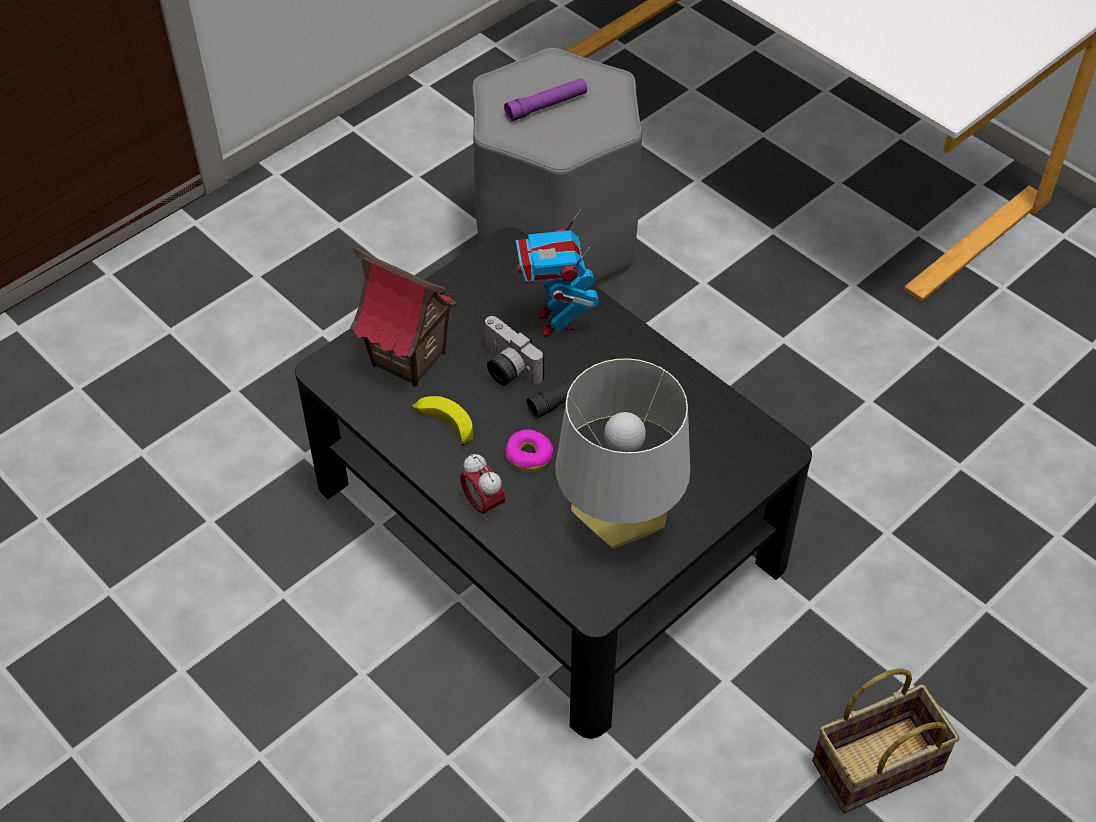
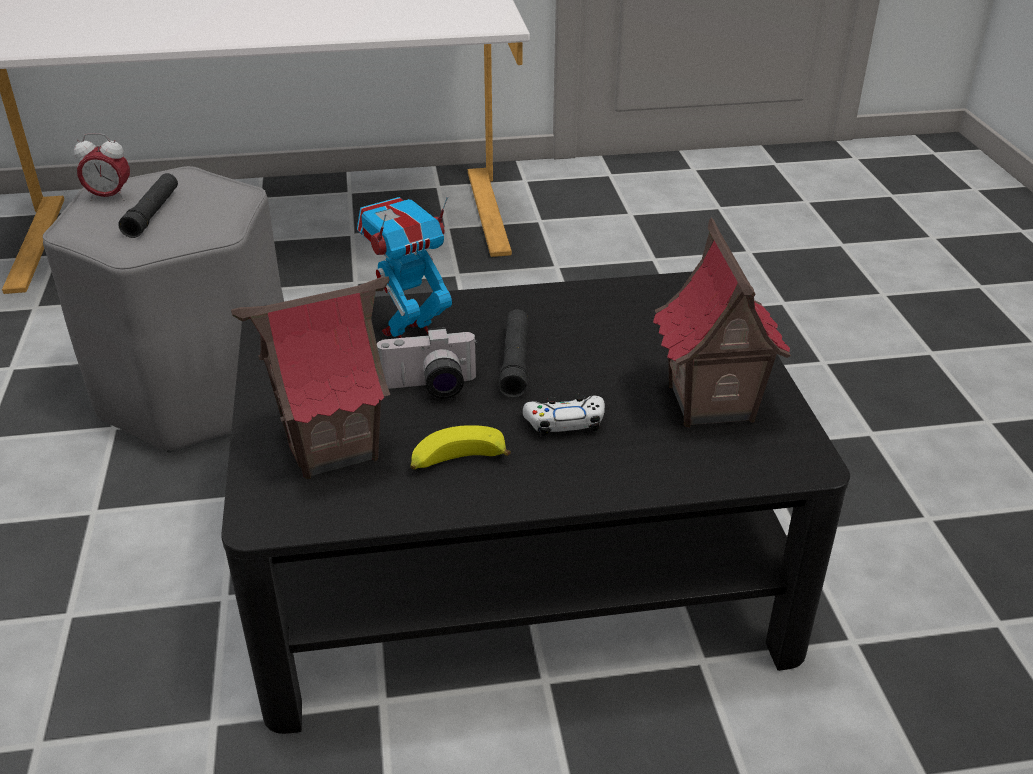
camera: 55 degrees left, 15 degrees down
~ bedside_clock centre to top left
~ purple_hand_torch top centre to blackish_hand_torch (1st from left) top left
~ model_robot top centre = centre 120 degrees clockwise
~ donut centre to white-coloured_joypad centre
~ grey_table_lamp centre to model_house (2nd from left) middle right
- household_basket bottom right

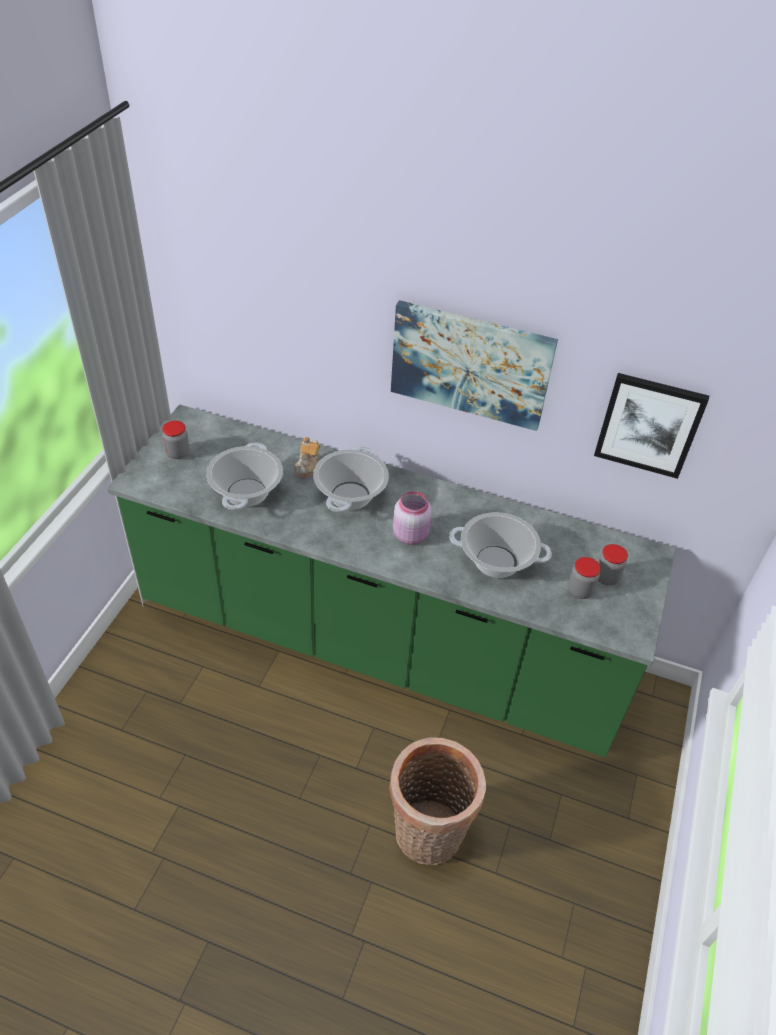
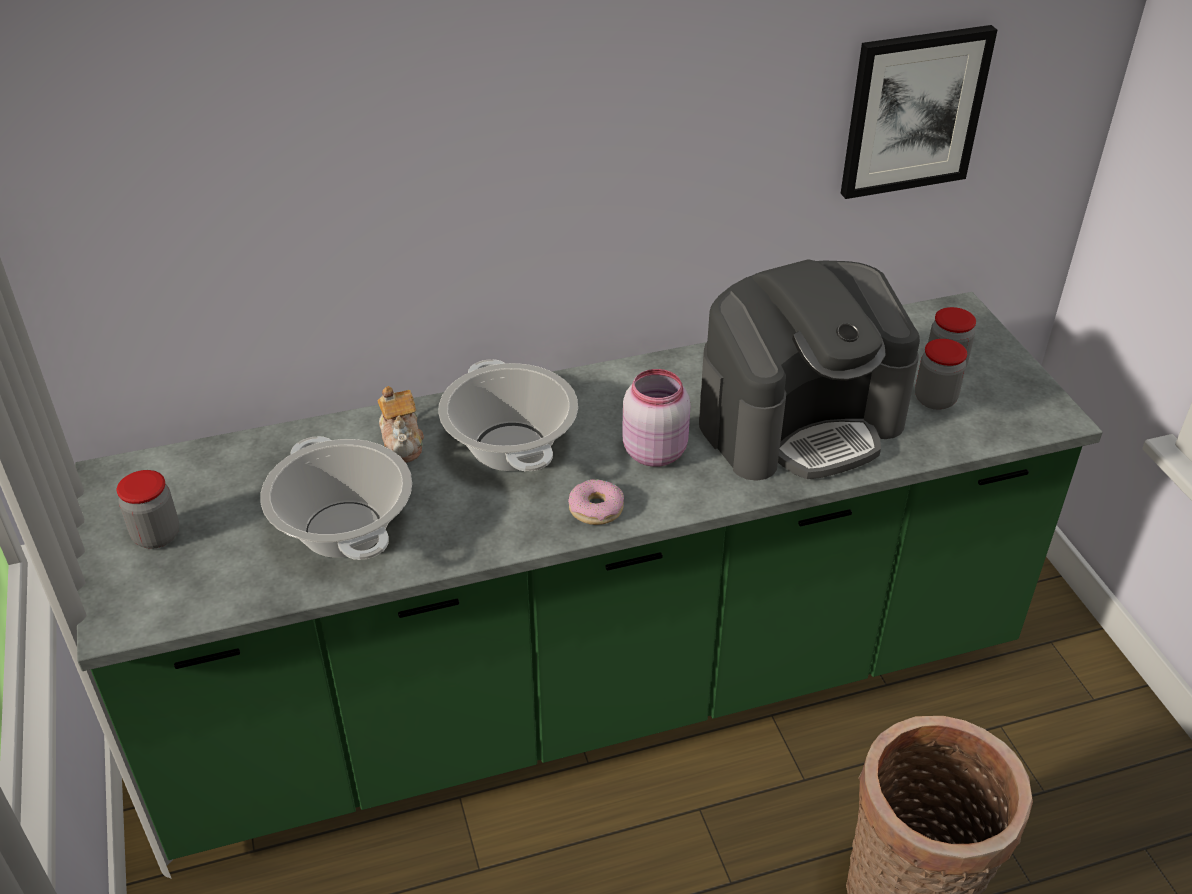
camera: 35 degrees left, 5 degrees down
+ donut centre
~ stockpot (3rd from left) centre to coffee_maker middle right
- wall_picture (1st from left) centre

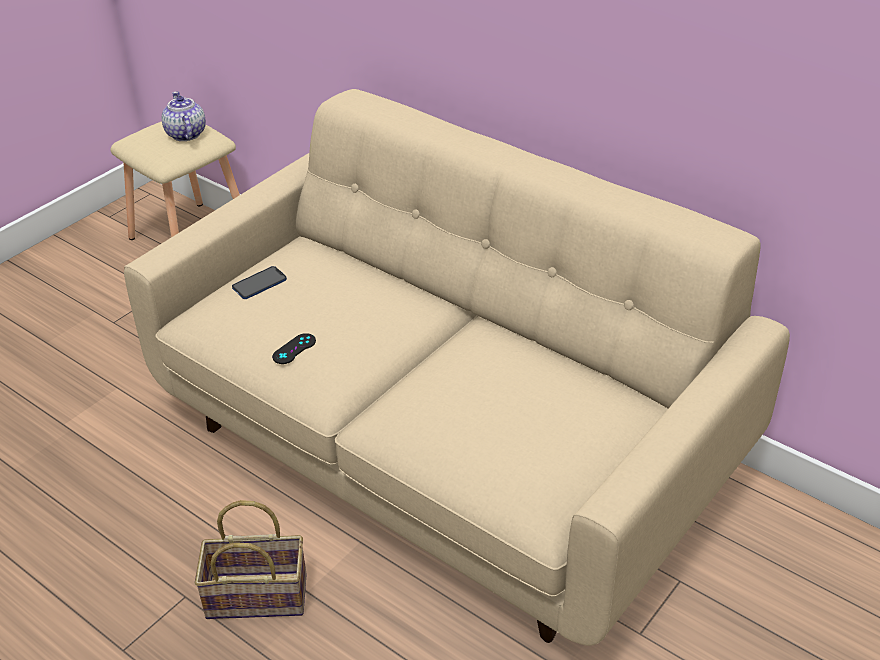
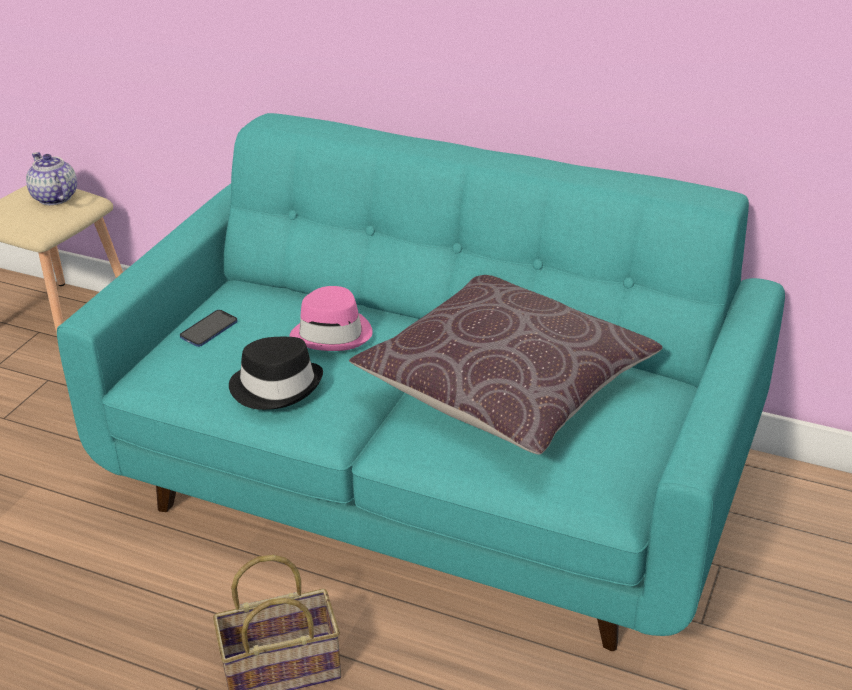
camera: 15 degrees left, 5 degrees down
~ beige_sofa centre to blue-green_sofa centre
~ blackish_joypad centre to blackish_clothing_hat middle left
+ pink-coloured_clothing_hat centre
+ brown-coloured_cushion centre

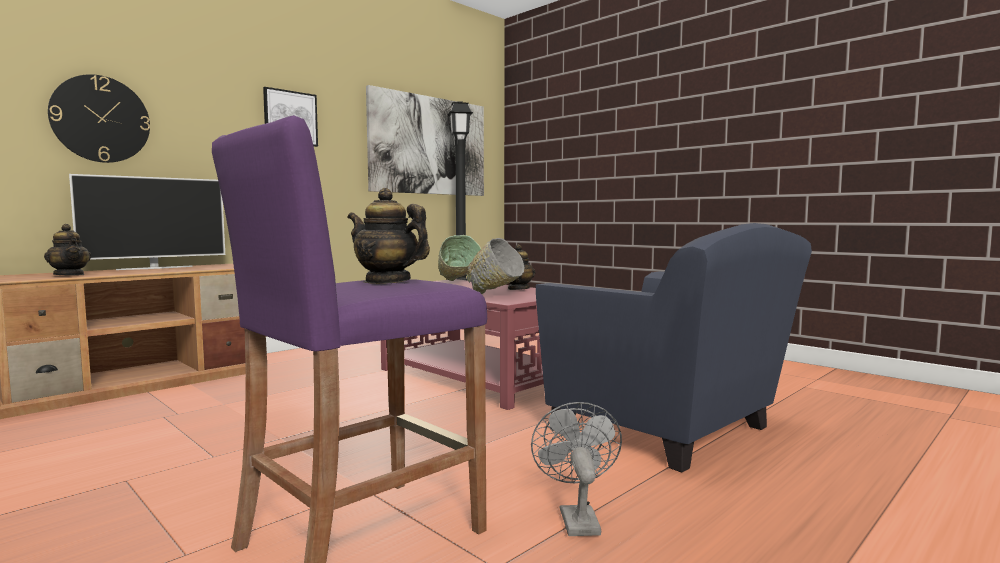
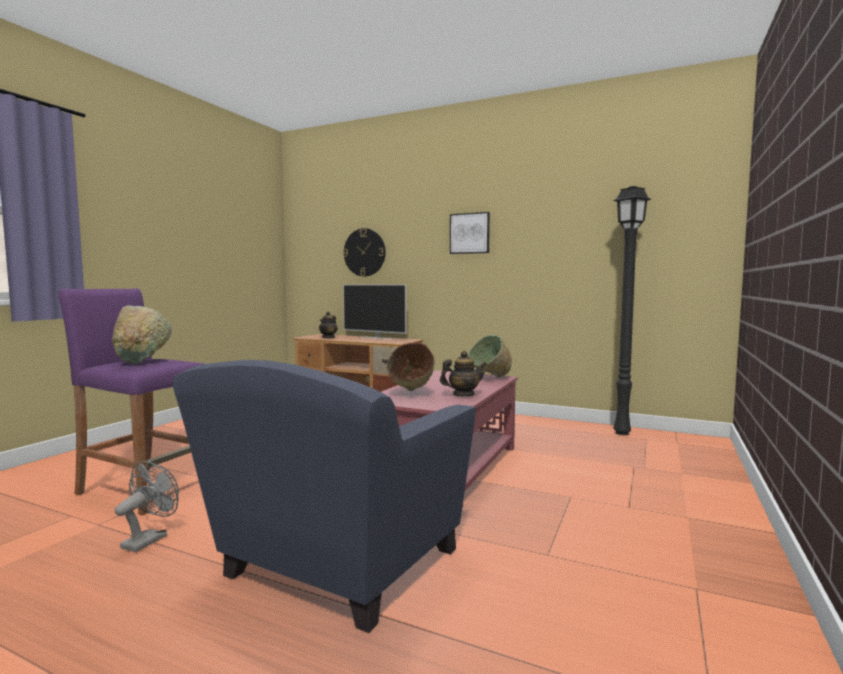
camera: 70 degrees right, 0 degrees up
~ tea_pot (2nd from left) centre to greenish_deep_dish (1st from left) middle left
~ grey_electric_fan bottom centre = bottom left 45 degrees counterclockwise
~ grey_deep_dish centre to brown-coloured_deep_dish centre
- wall_picture (2nd from left) top centre

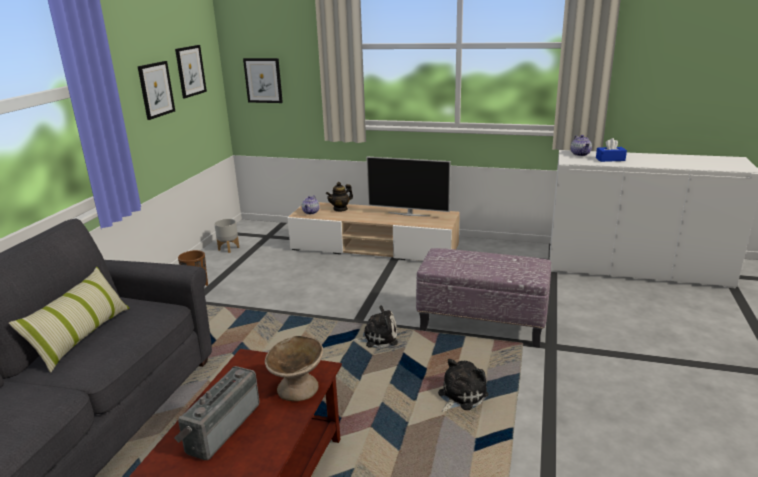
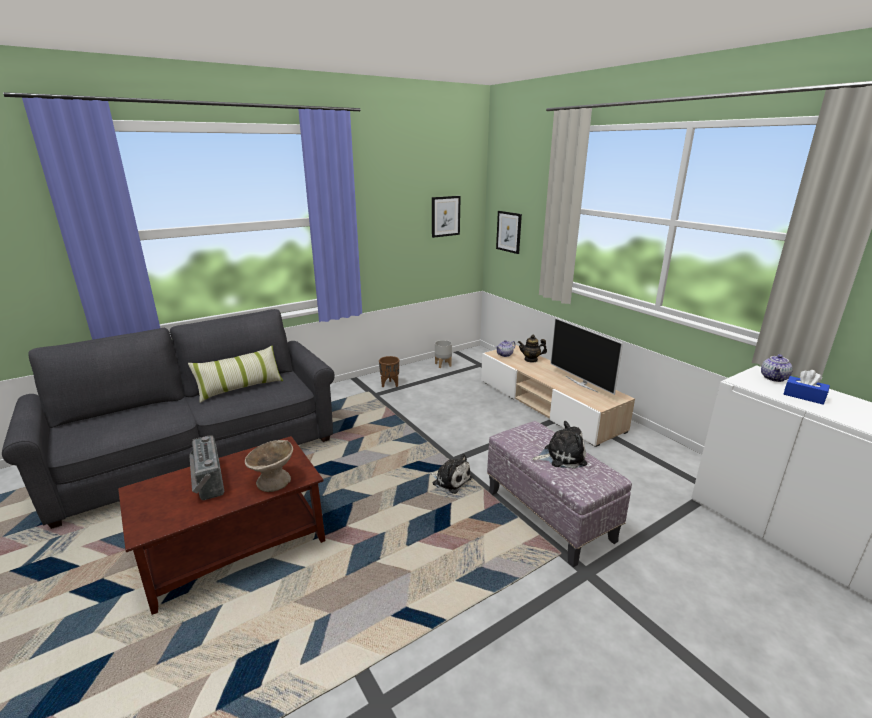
camera: 40 degrees right, 0 degrees up
~ radio_receiver bottom left = middle left 90 degrees counterclockwise
~ cuddly_toy (2nd from left) bottom centre to centre
- wall_picture (1st from left) top left

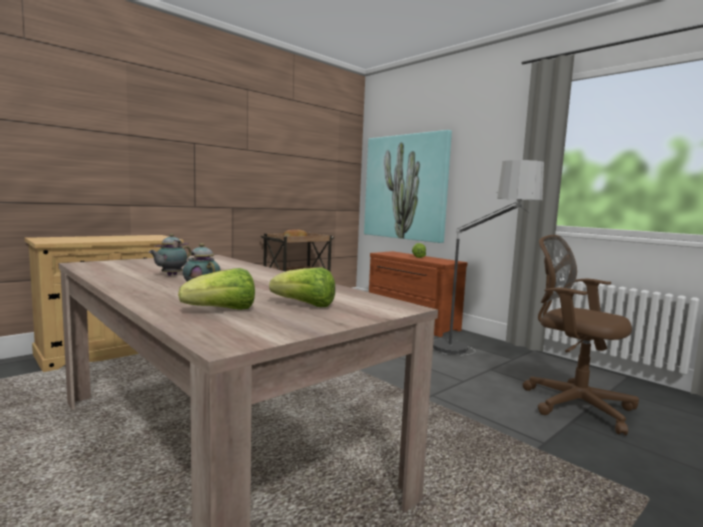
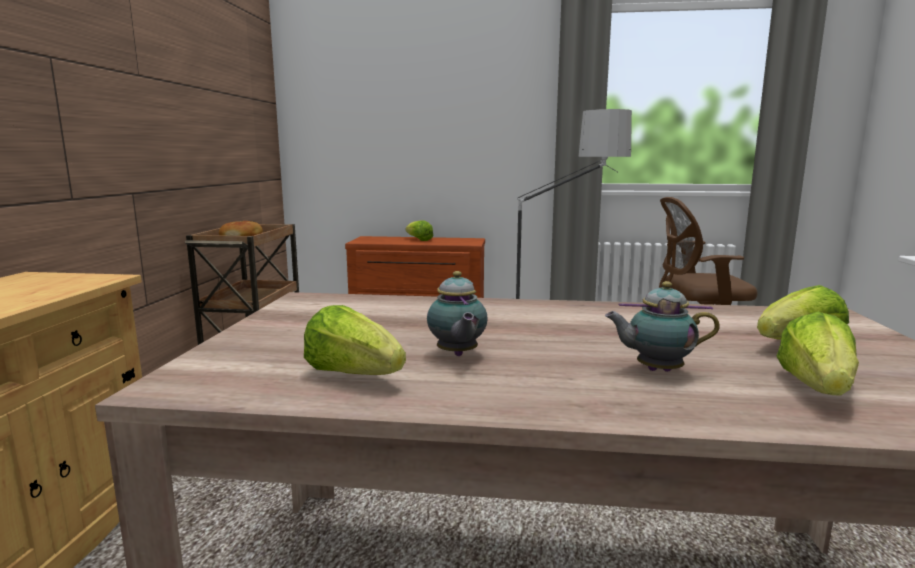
camera: 40 degrees left, 5 degrees up
+ lettuce_head (1st from left) centre
- wall_picture centre

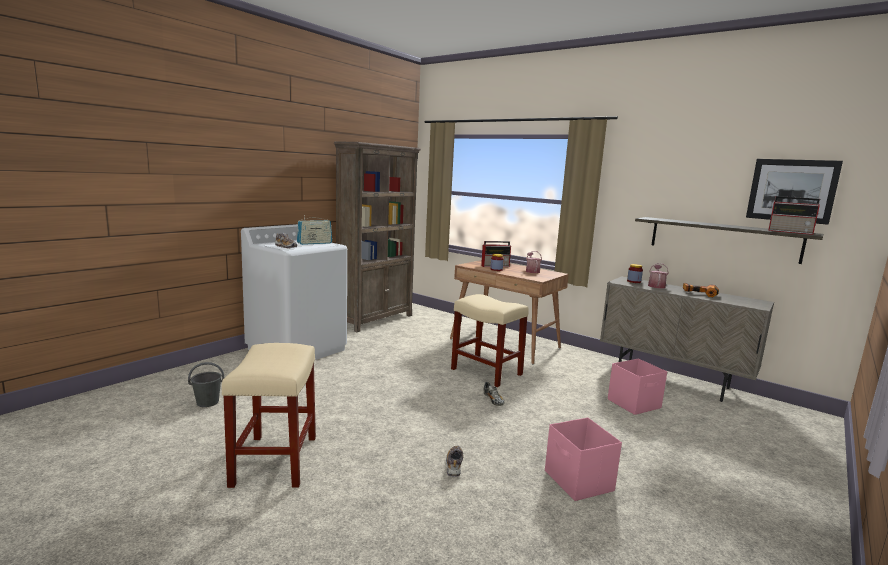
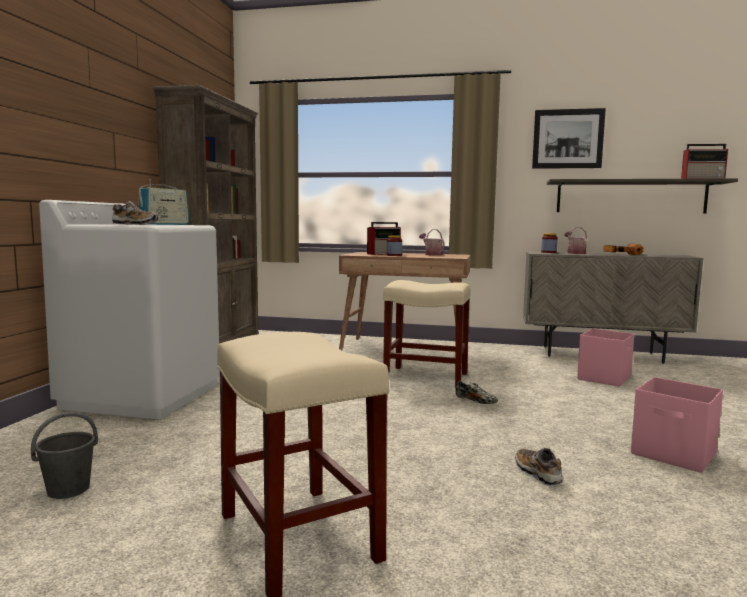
camera: 25 degrees left, 5 degrees down
~ wall_picture middle right to top right

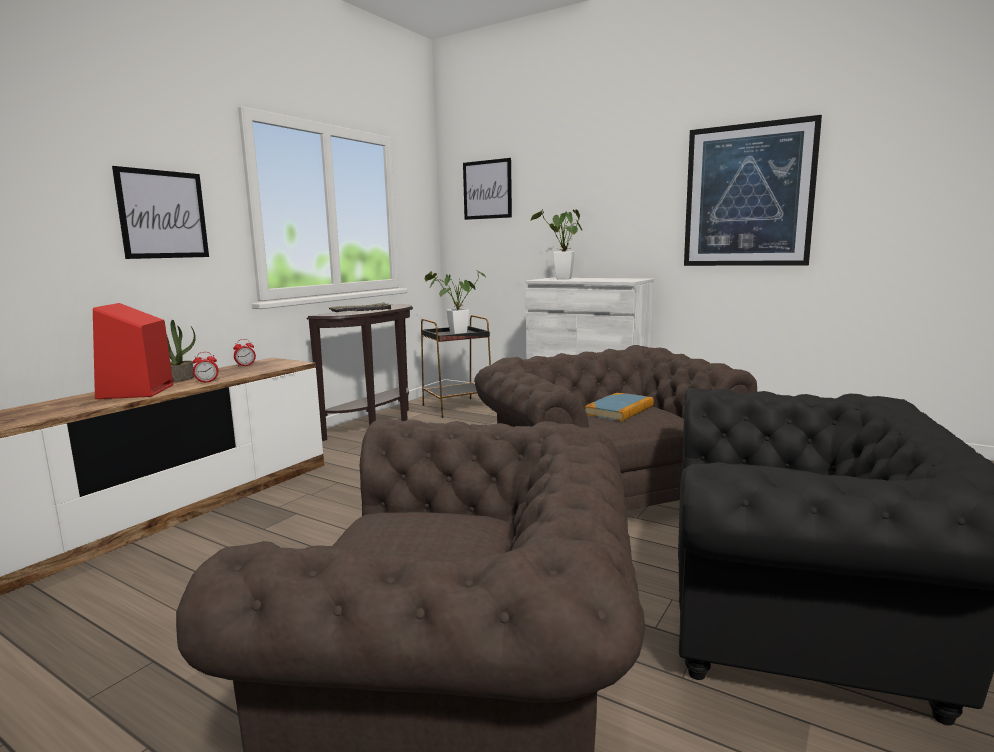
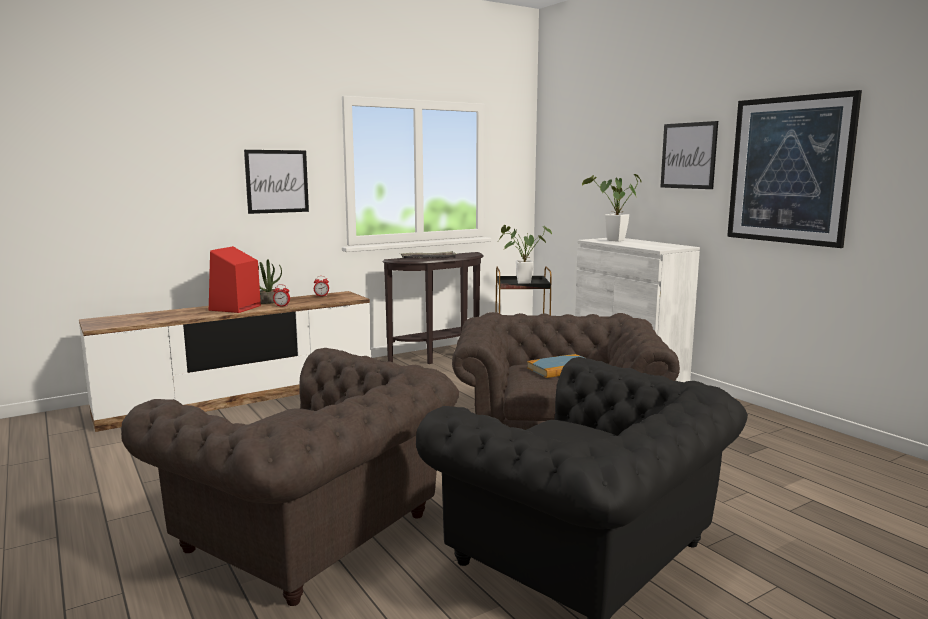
camera: 25 degrees right, 0 degrees up
~ wall_picture (2nd from left) top centre to top right

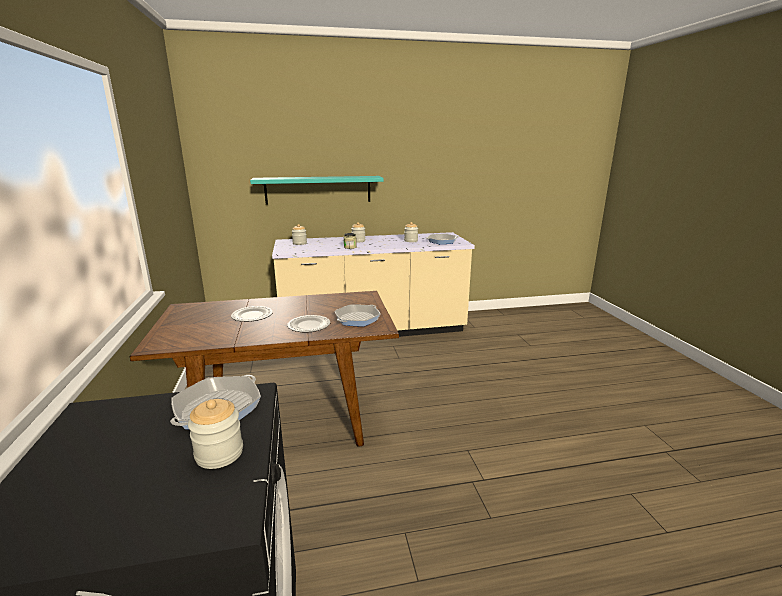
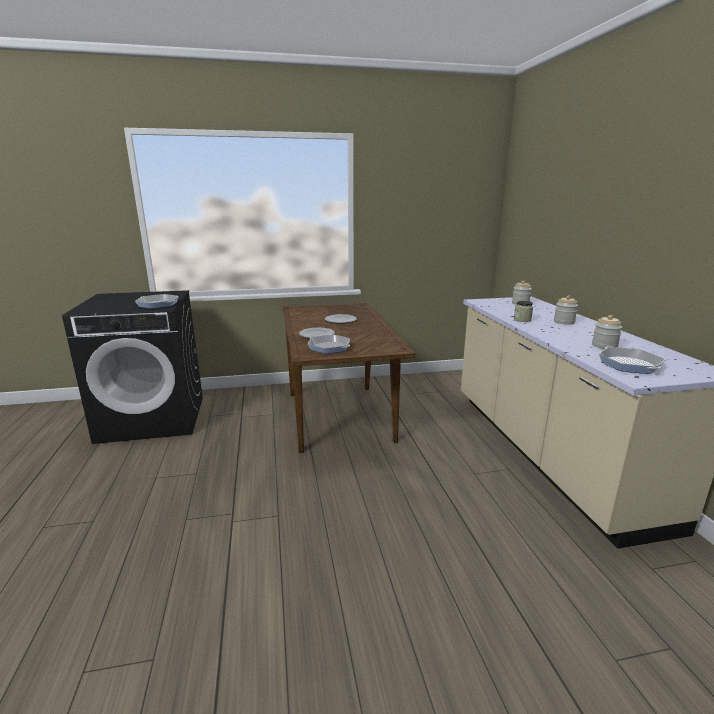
camera: 90 degrees right, 0 degrees up
- preserve_jar (1st from left) bottom left
- blue-green_shelf top centre

